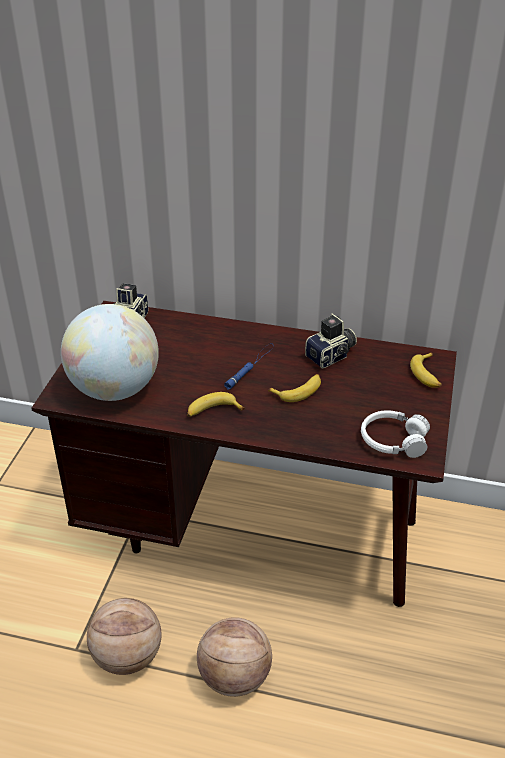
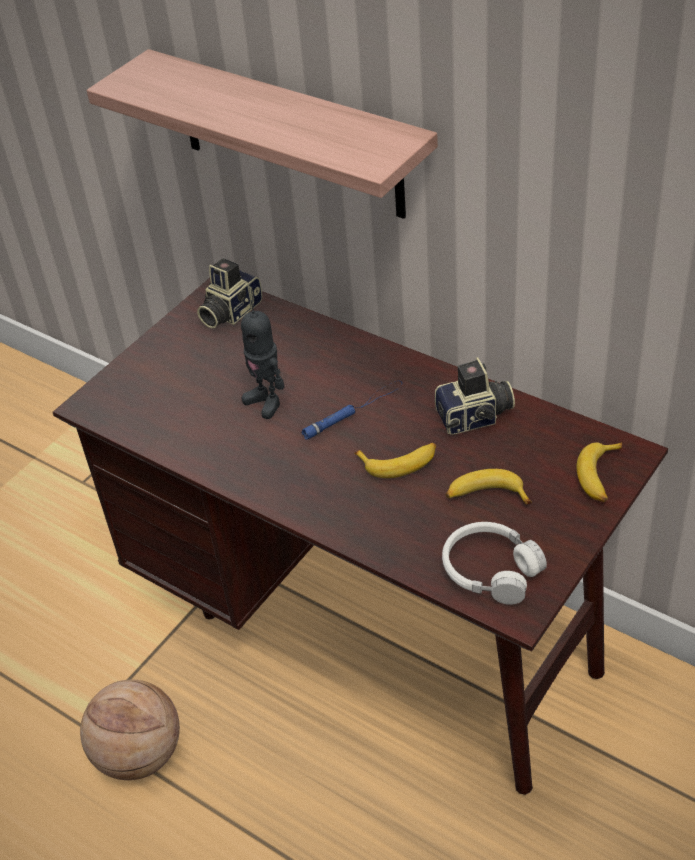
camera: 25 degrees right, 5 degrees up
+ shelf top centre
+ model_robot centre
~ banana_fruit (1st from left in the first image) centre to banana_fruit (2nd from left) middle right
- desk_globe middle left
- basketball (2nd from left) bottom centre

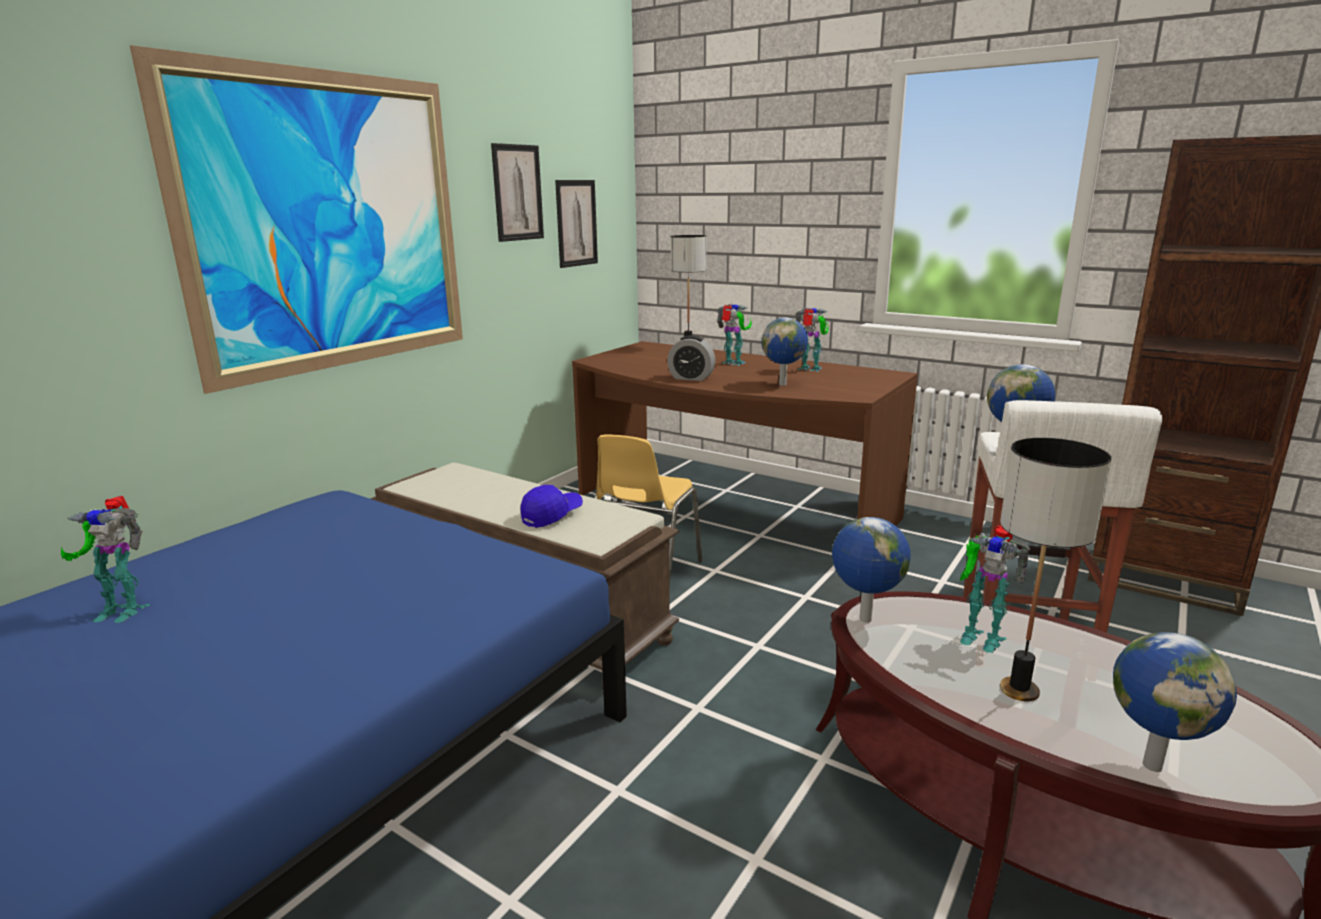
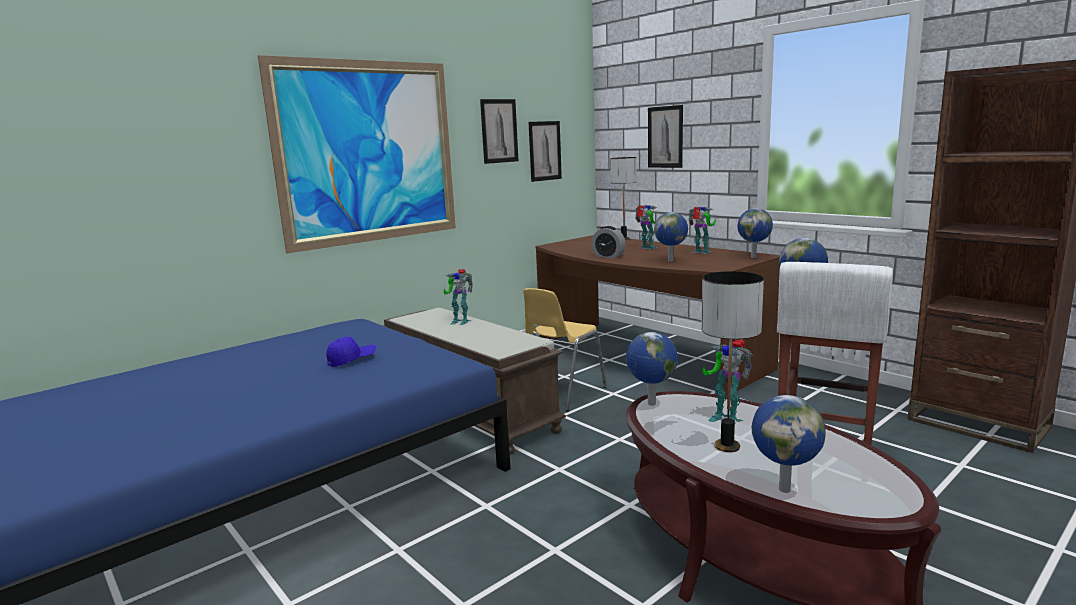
camera: 15 degrees right, 5 degrees down
~ blue_cap centre to middle left
~ model_robot (1st from left) middle left to centre
+ wall_picture (4th from left) top centre
+ desk_globe (3rd from left) middle right

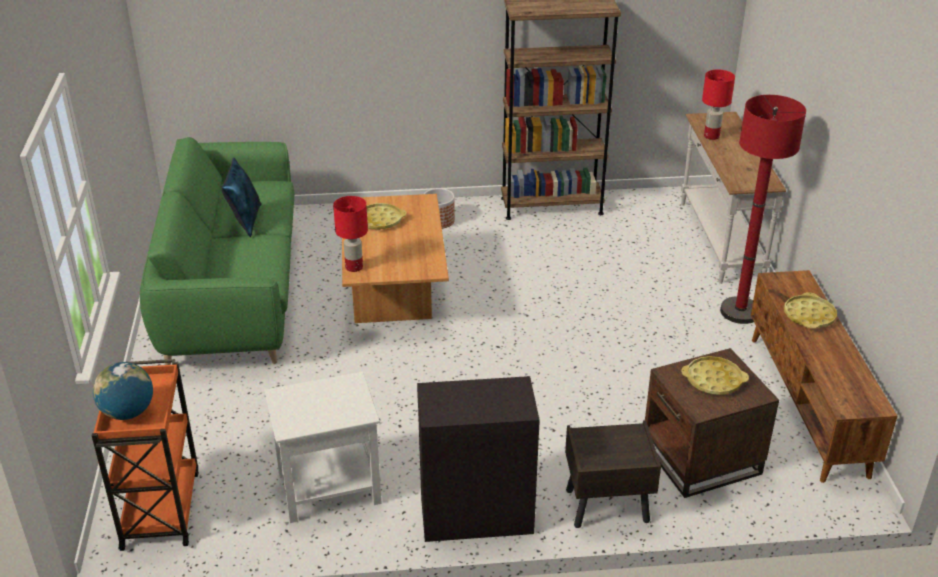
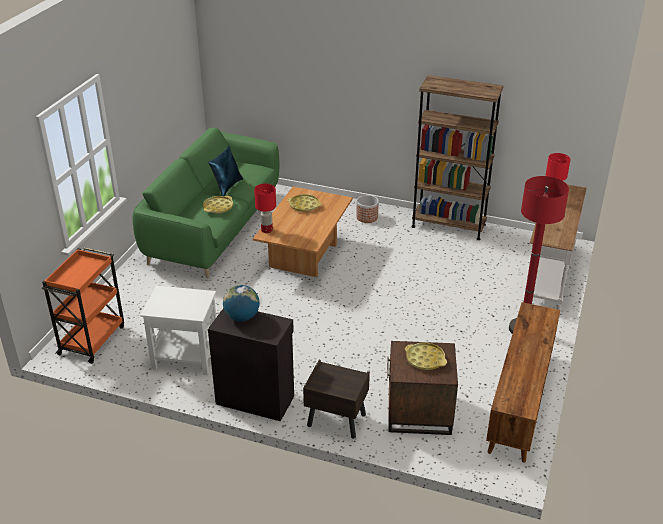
camera: 25 degrees right, 0 degrees up
~ yellow-coloured_carrying_tray (3rd from left in the first image) middle right to yellow-coloured_carrying_tray (1st from left) middle left
~ desk_globe bottom left to centre

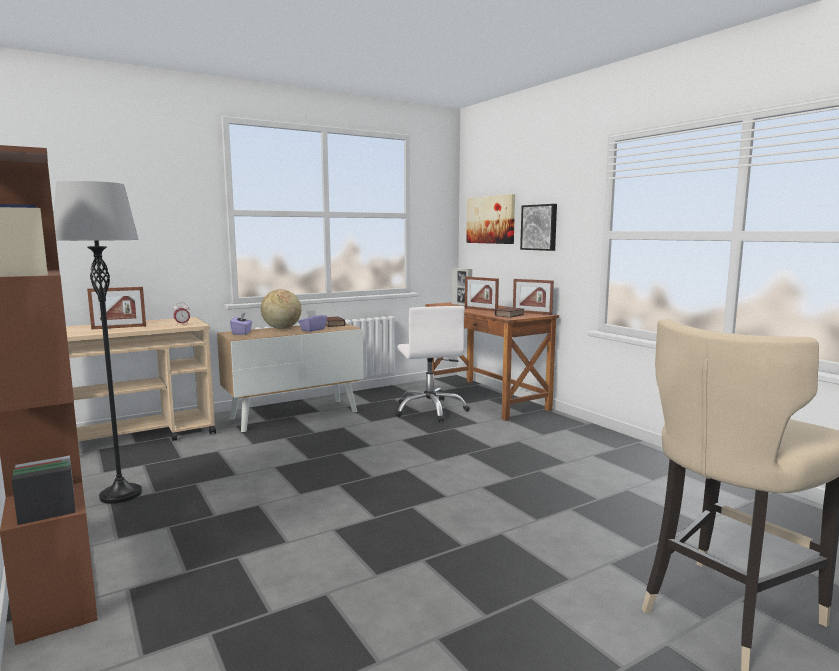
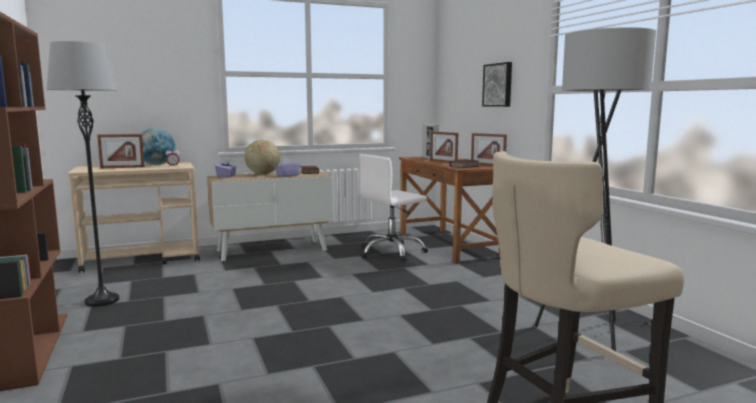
camera: 10 degrees right, 0 degrees up
+ desk_globe (1st from left) middle left
~ white-coloured_computer_chair centre = centre 60 degrees clockwise
+ grey_standing_lamp (2nd from left) middle right
- wall_picture (1st from left) top centre

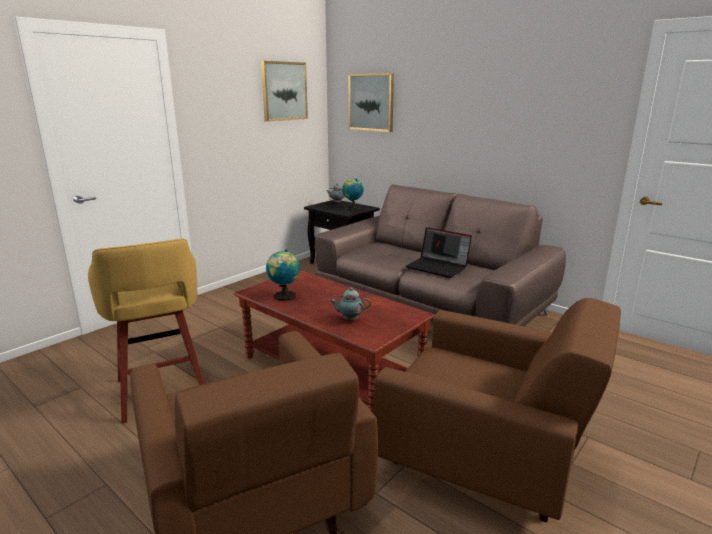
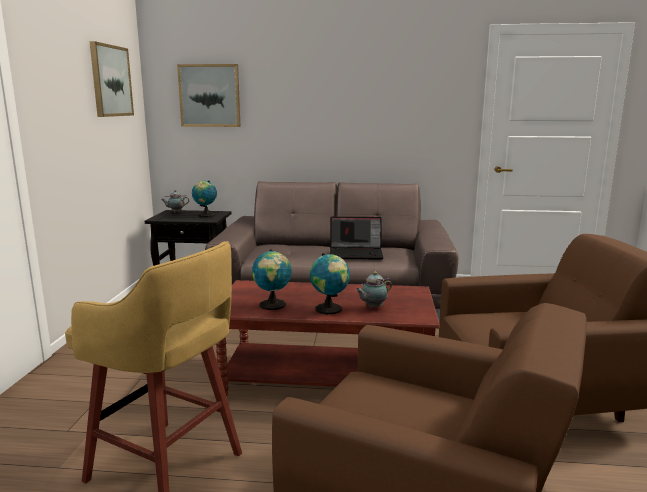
camera: 35 degrees left, 5 degrees down
+ desk_globe (3rd from left) centre

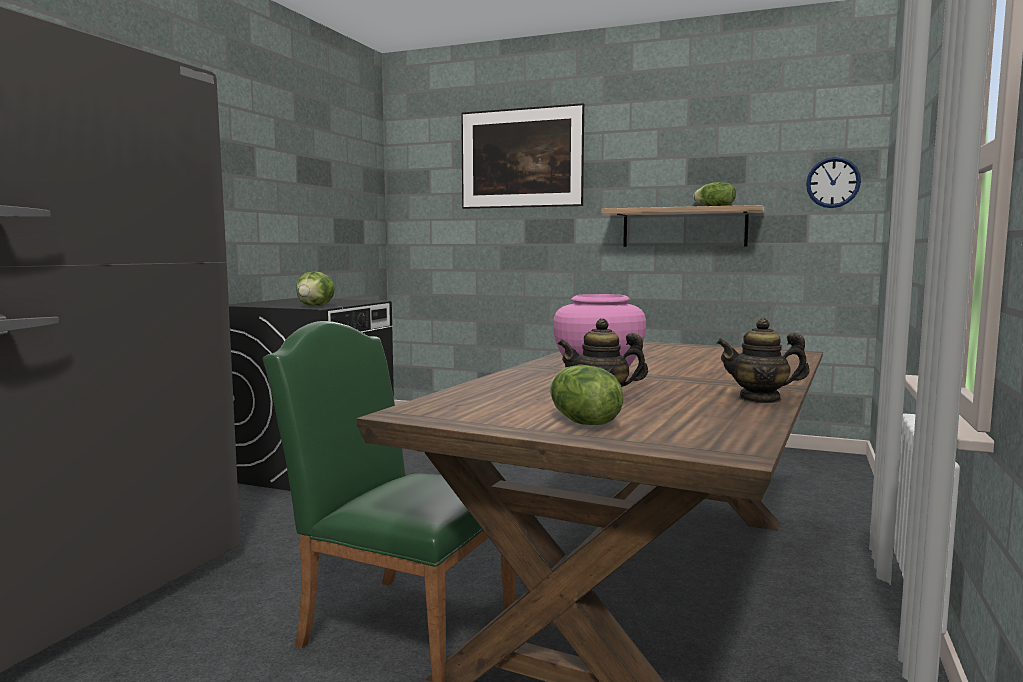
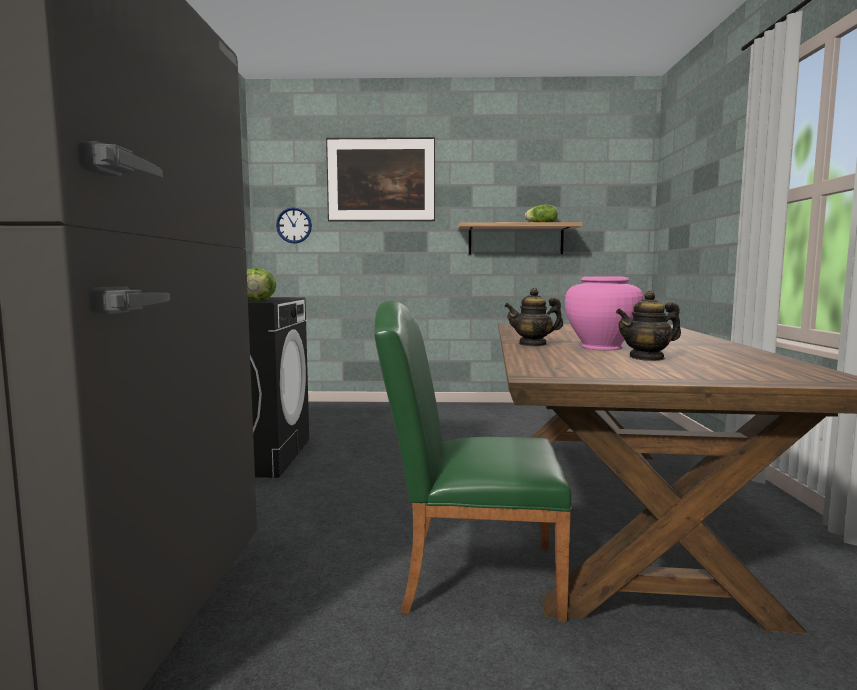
camera: 20 degrees left, 0 degrees up
~ wall_clock top right to top centre
~ tea_pot (2nd from left in the first image) middle right to tea_pot (1st from left) centre
- lettuce_head (2nd from left) centre

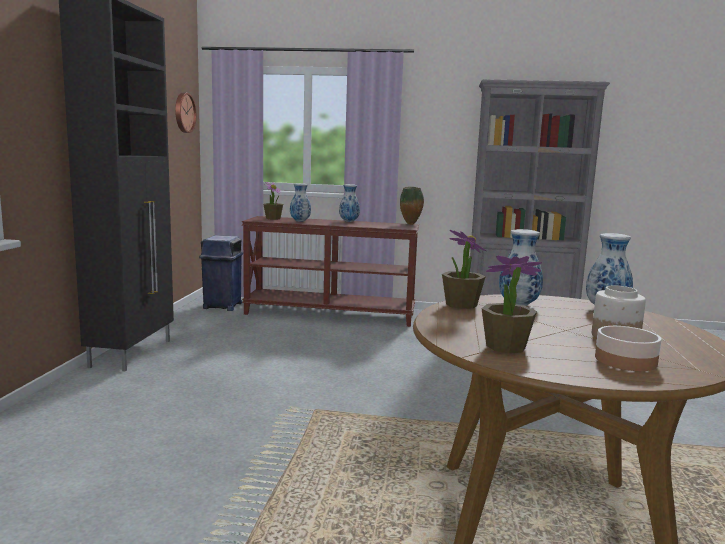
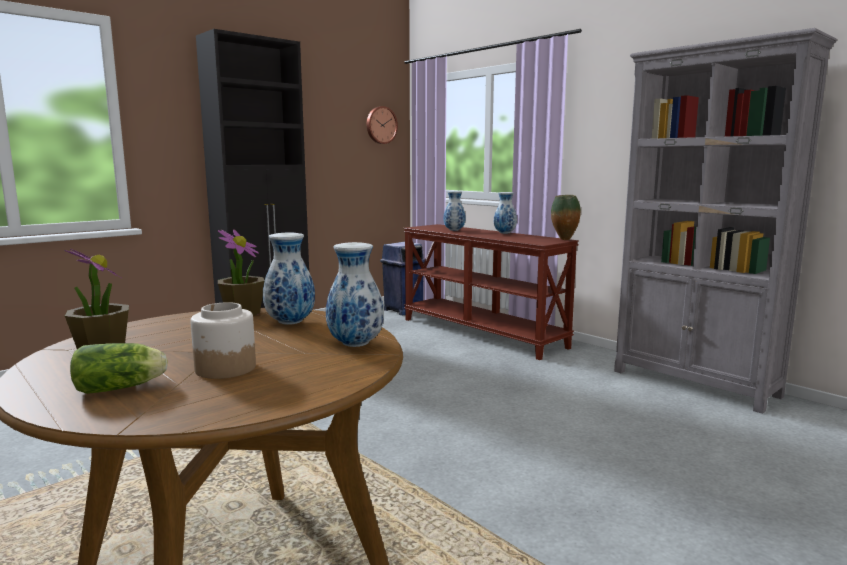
camera: 40 degrees right, 0 degrees up
~ deep_dish middle right to lettuce_head middle left
- houseplant (1st from left) centre

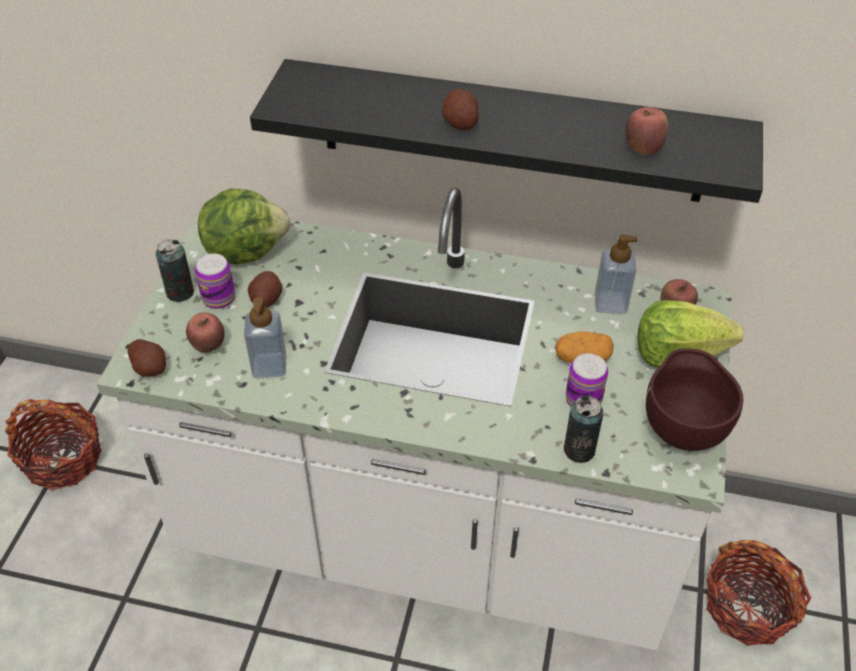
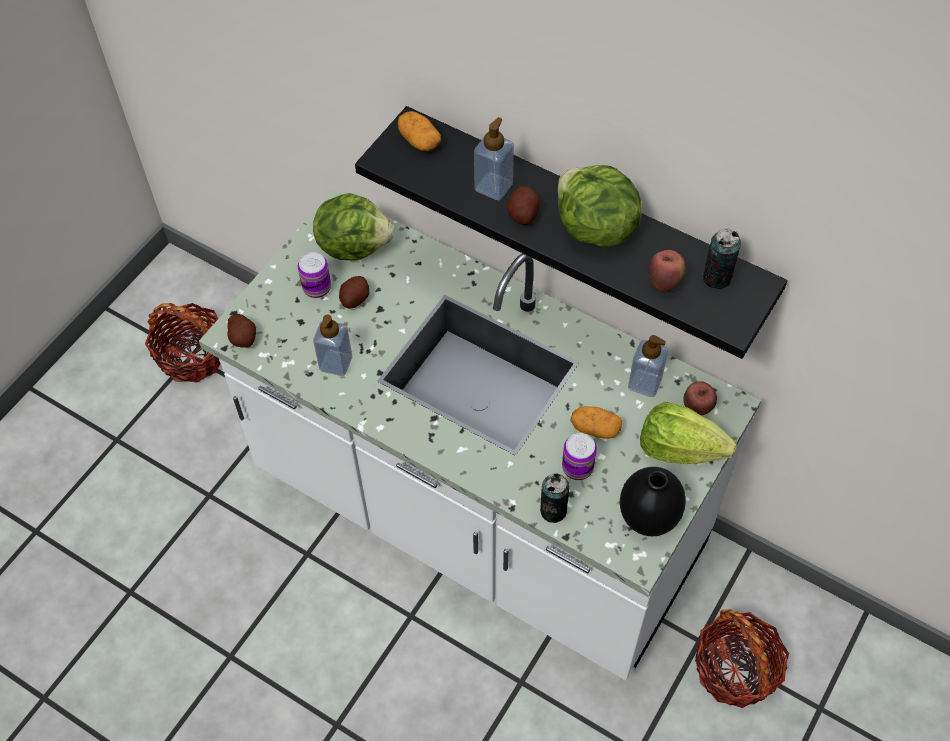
camera: 20 degrees right, 10 degrees up
+ potato (3rd from left) top centre
+ liquid_soap_bottle (2nd from left) top centre
+ lettuce_head (2nd from left) top centre
~ brown-coloured_deep_dish middle right to blackish_decorative_vase bottom right
~ can (1st from left in the first image) middle left to can (4th from left) middle right
- apple_fruit (1st from left) middle left

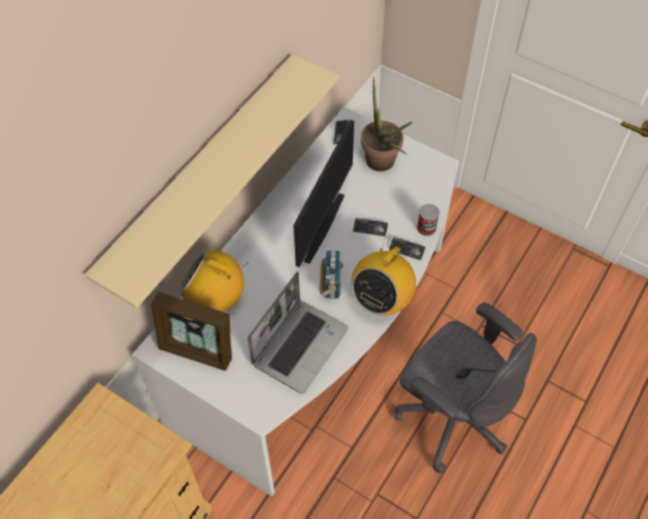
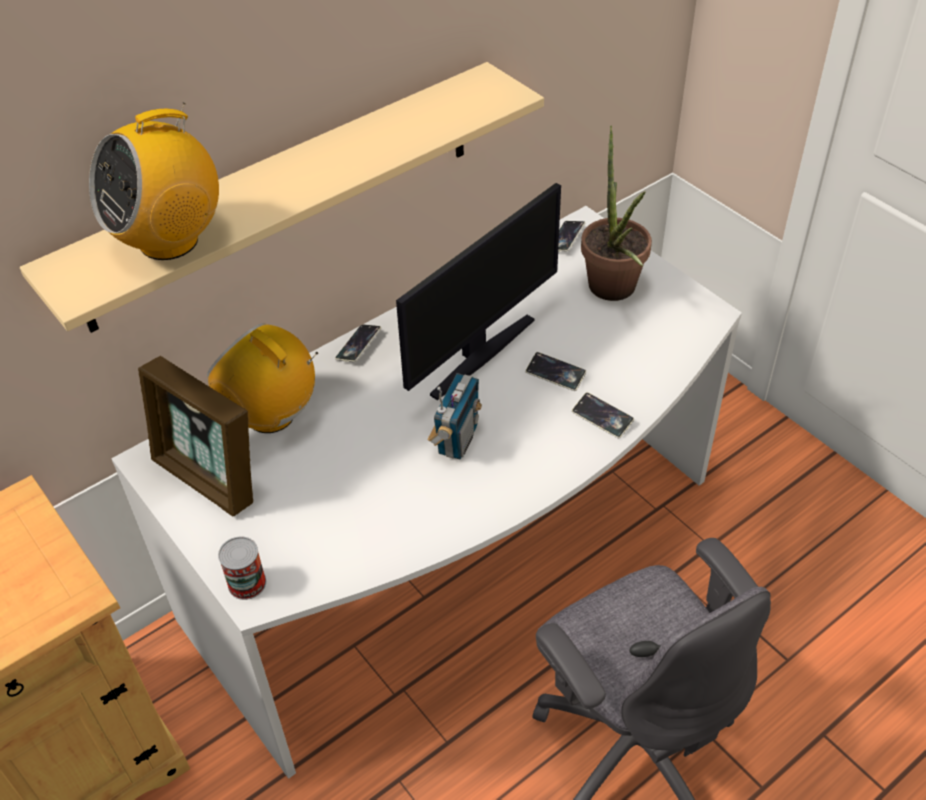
camera: 20 degrees right, 10 degrees down
~ radio_receiver (3rd from left in the first image) centre to radio_receiver (1st from left) top left
~ can centre to bottom left
+ telephone (1st from left) centre
- portable_computer centre

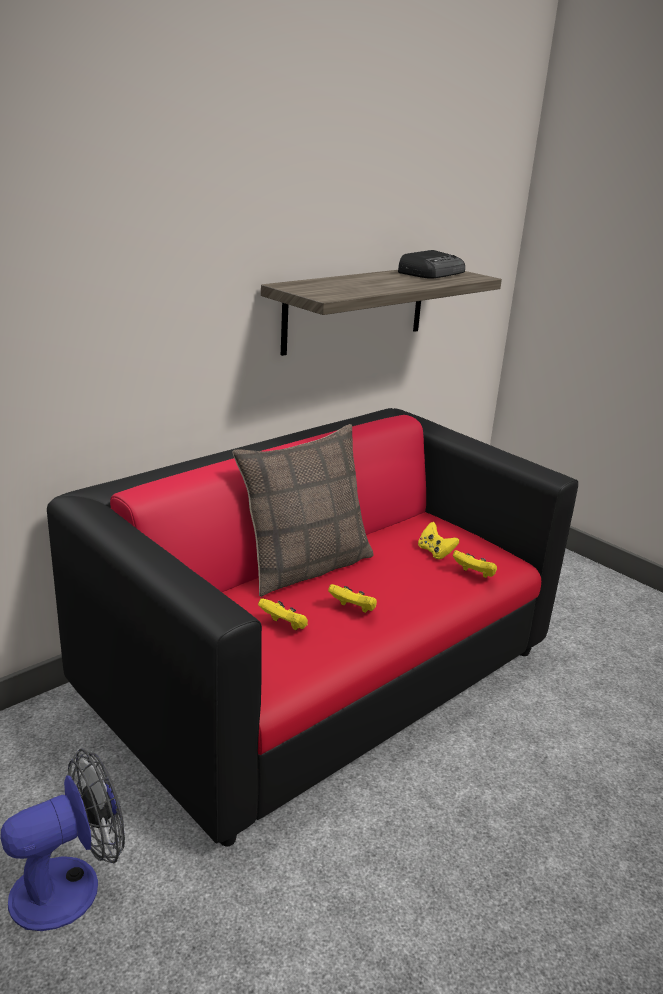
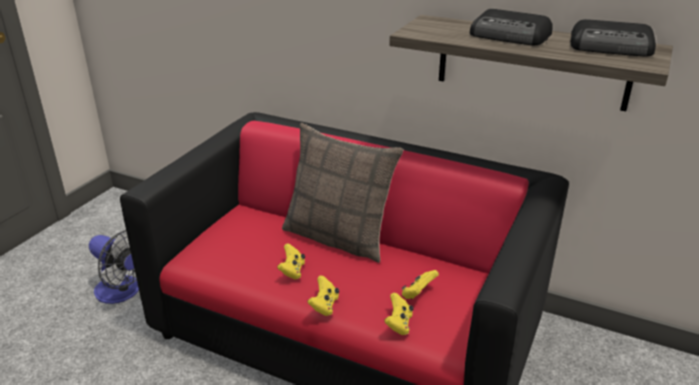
camera: 70 degrees right, 5 degrees up
~ yellow-coloured_joypad (1st from left in the first image) centre to yellow-coloured_joypad (2nd from left) bottom centre
+ radio_receiver (1st from left) top right

